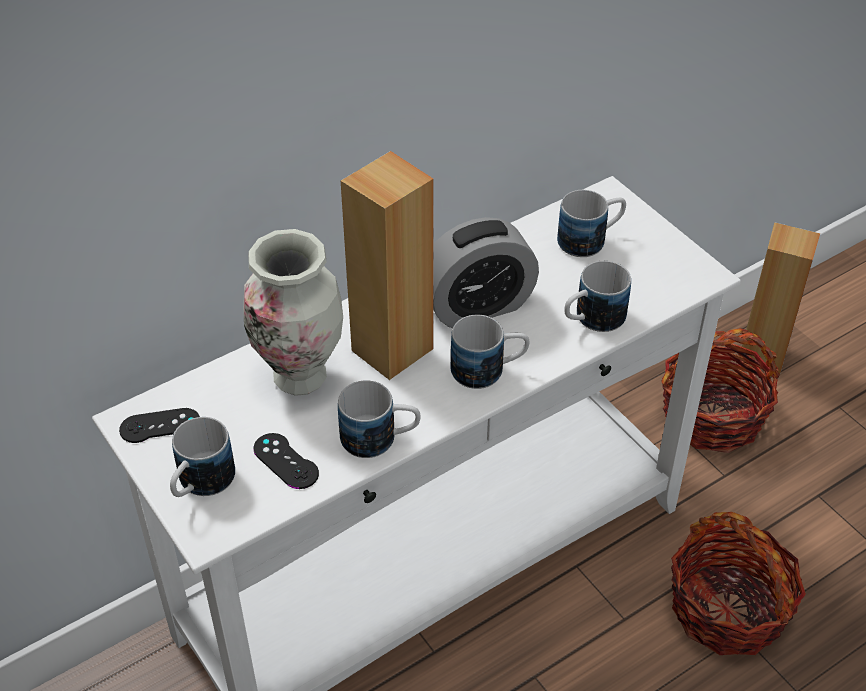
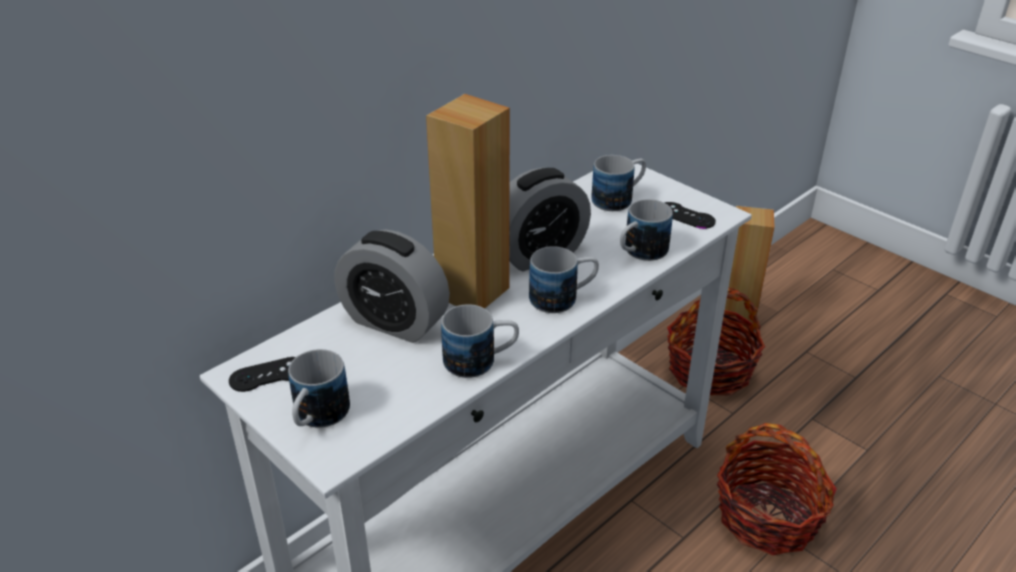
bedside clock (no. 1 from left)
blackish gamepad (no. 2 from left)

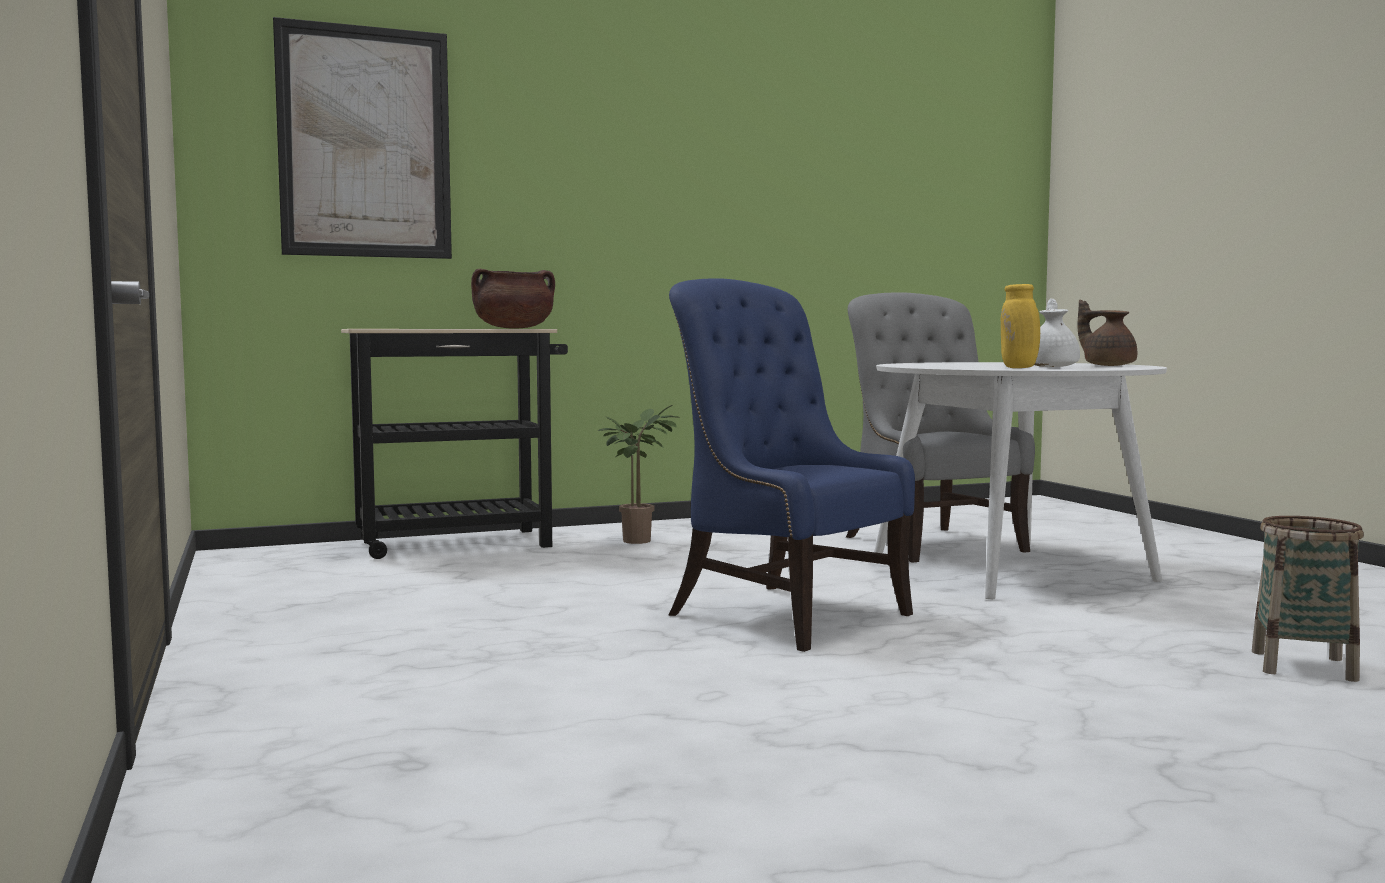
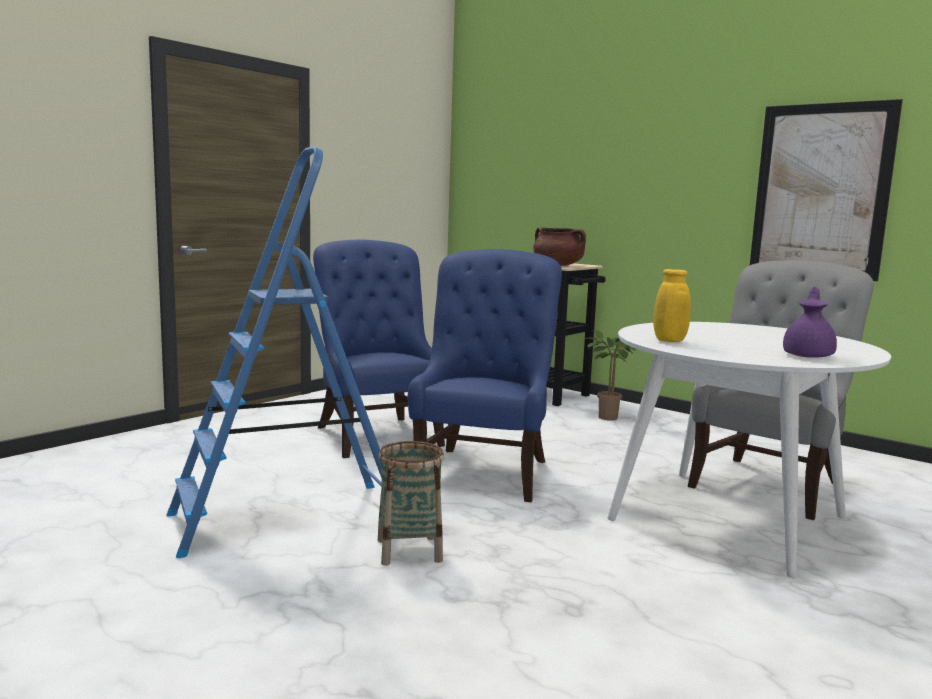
wall picture
white-coloured teapot
purple-coloured teapot
storage basket
bluish stepladder
bluish plain chair (no. 1 from left)

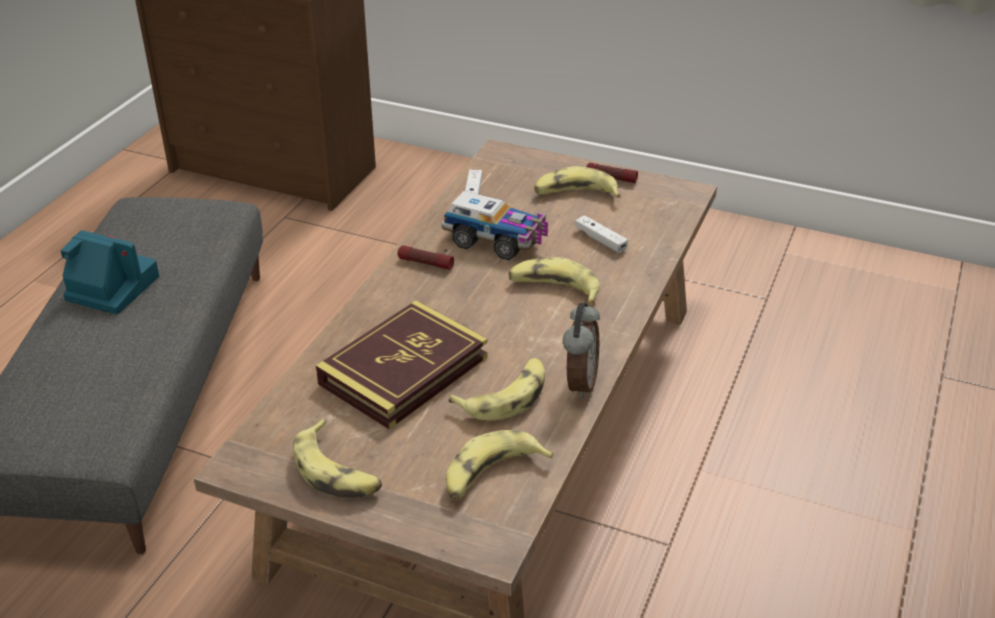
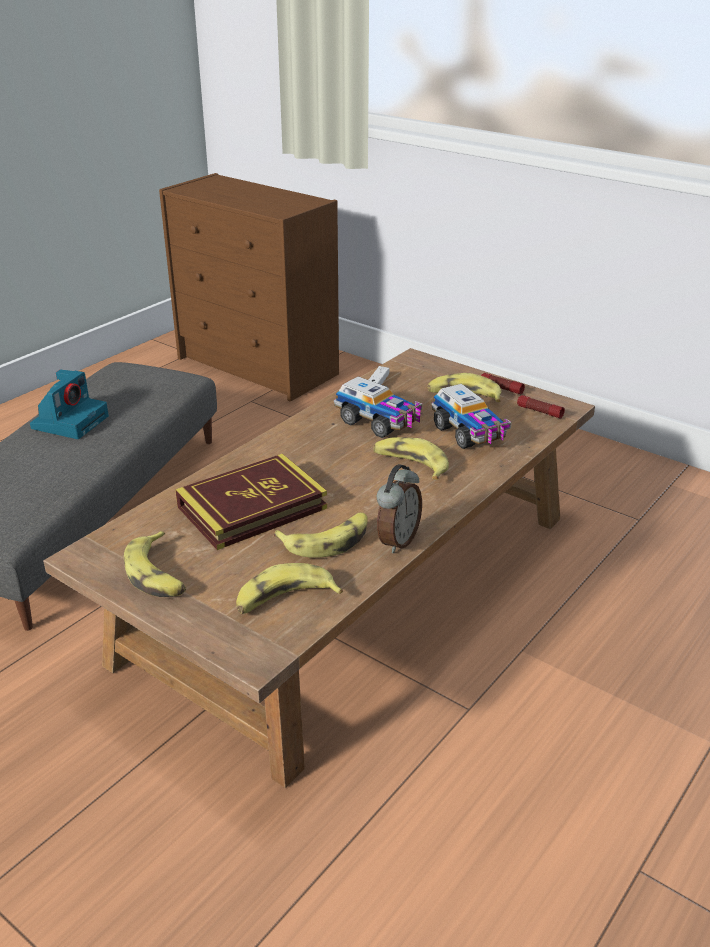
photo camera
hand torch (no. 2 from left)
toy lorry (no. 2 from left)

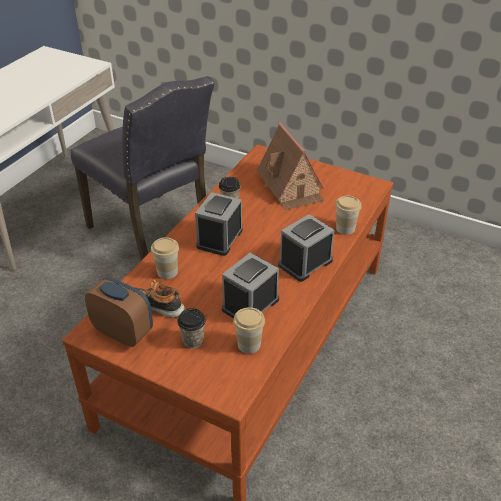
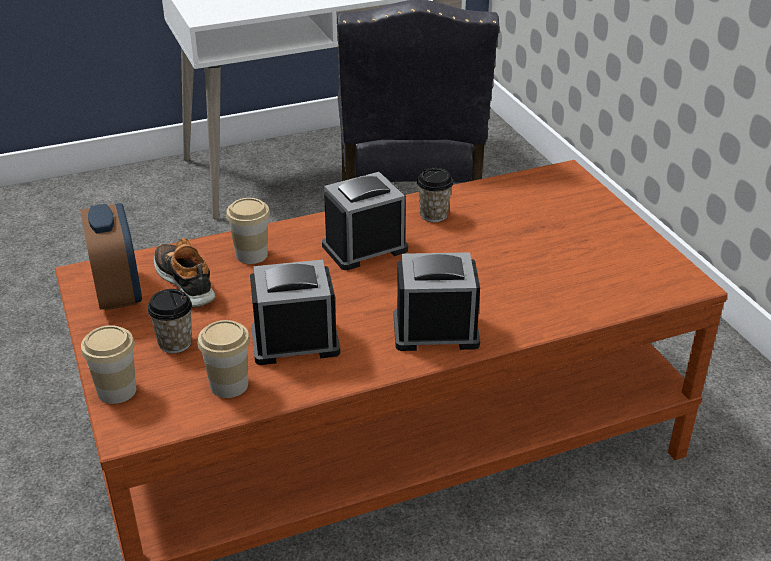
toy house
cup (no. 1 from left)

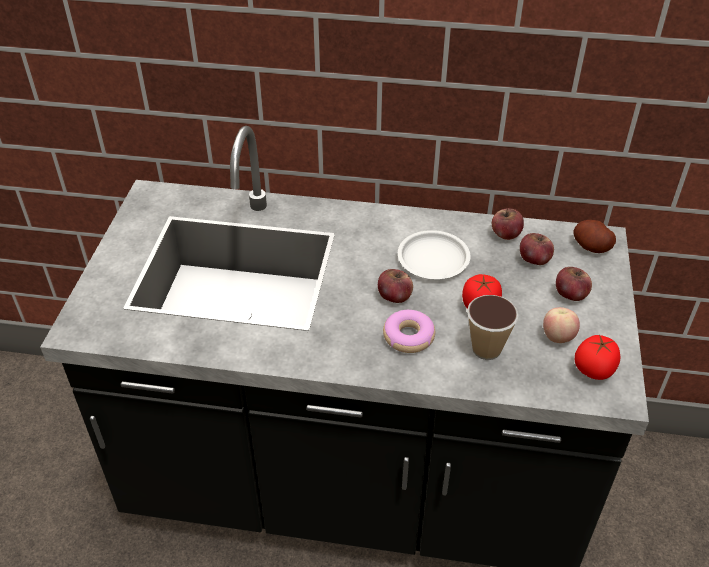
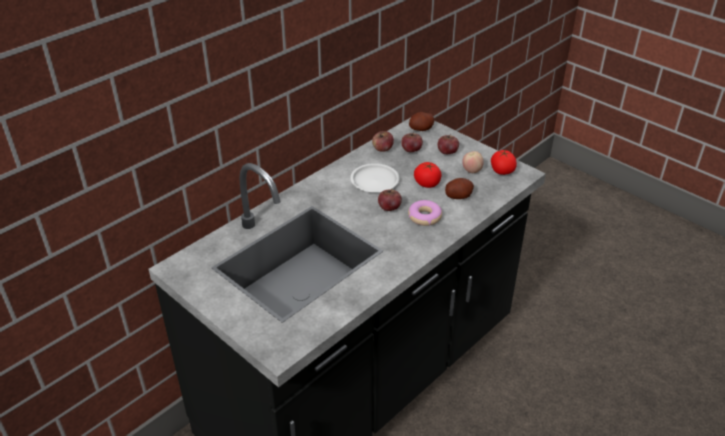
whole potato (no. 2 from left)

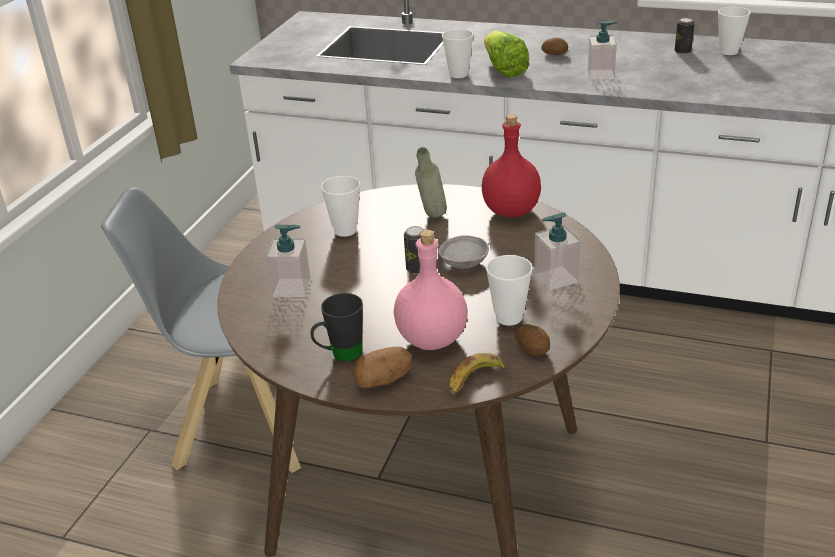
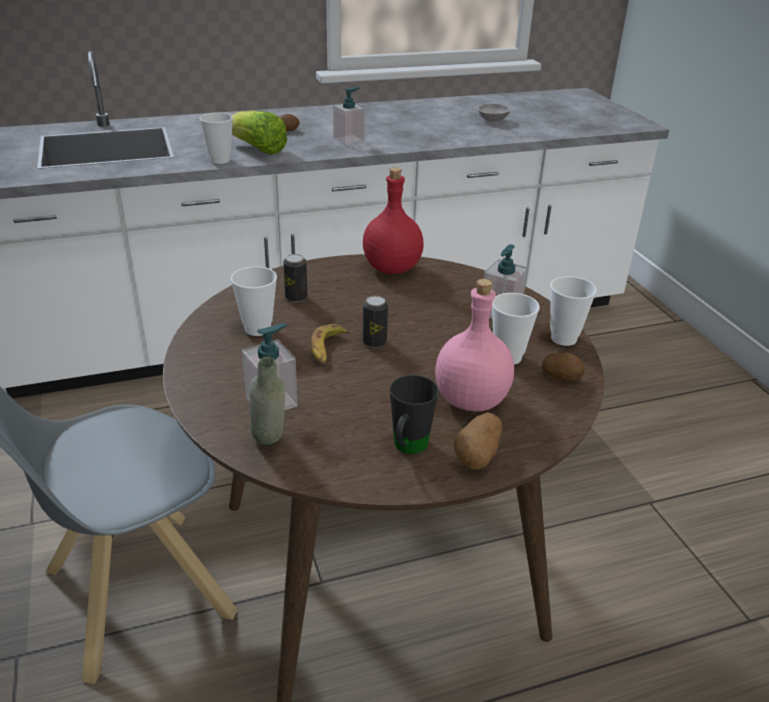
gray drink bottle
gray serving bowl
banana fruit
metal can (no. 1 from left)
cup (no. 4 from left)

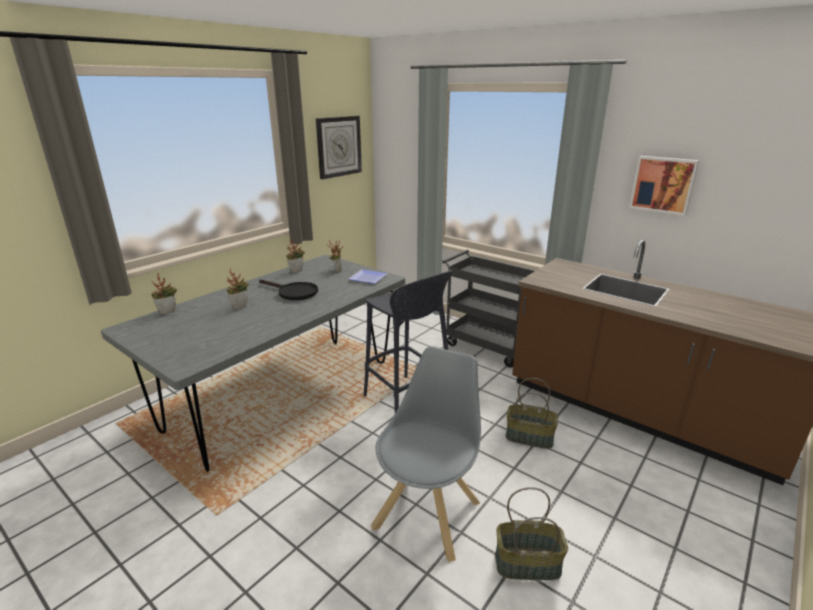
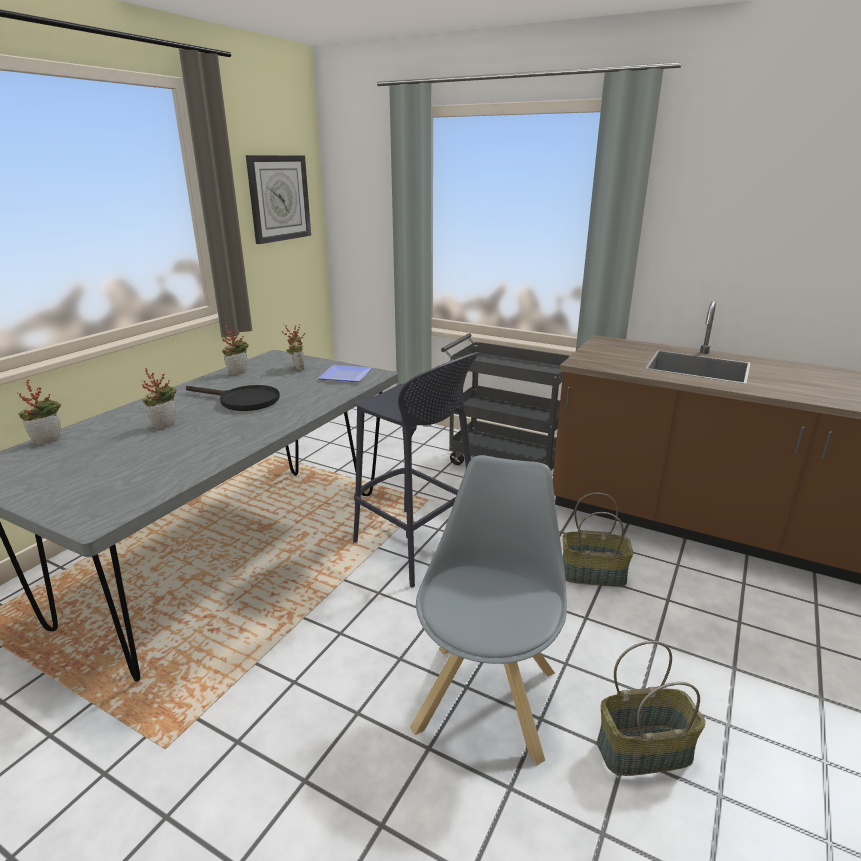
wall picture

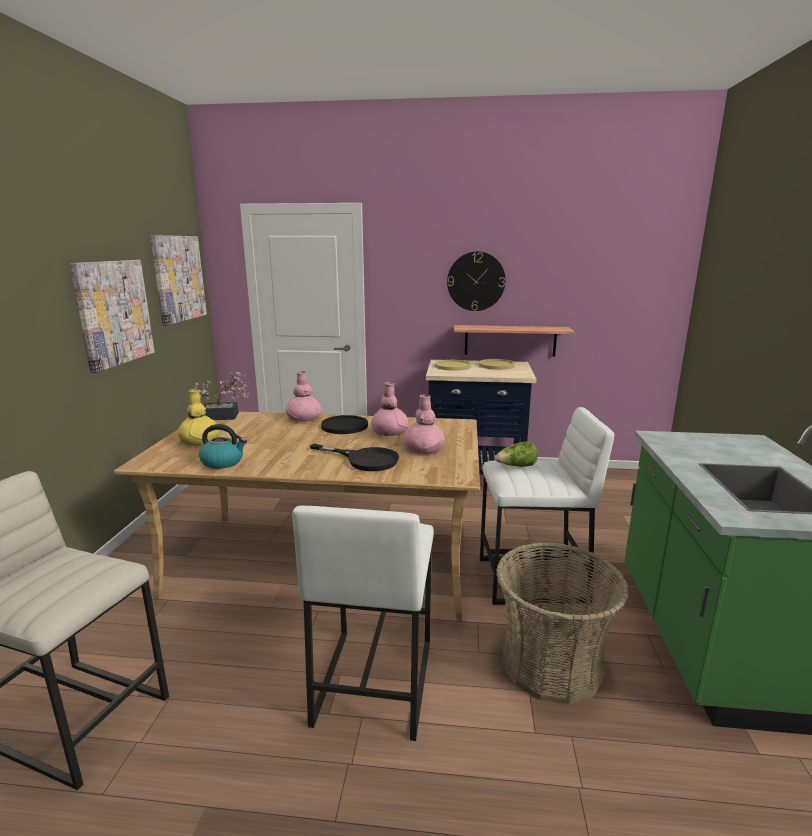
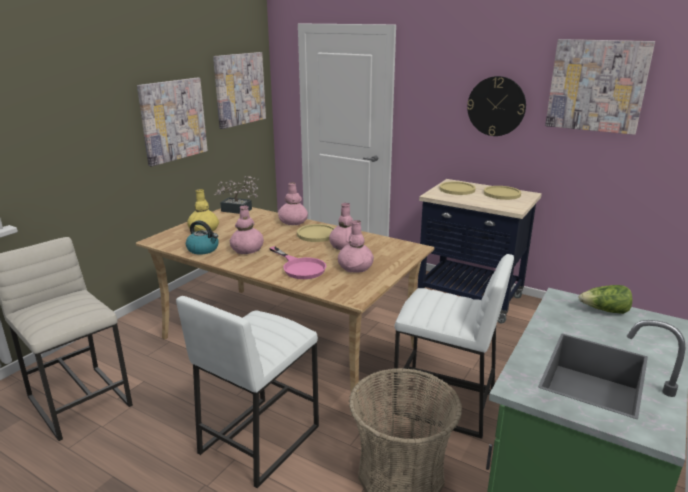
pinkish frying pan
yellow-coloured plate (no. 1 from left)
shelf
lettuce head
pinkish decorative vase (no. 1 from left)
wall picture (no. 3 from left)

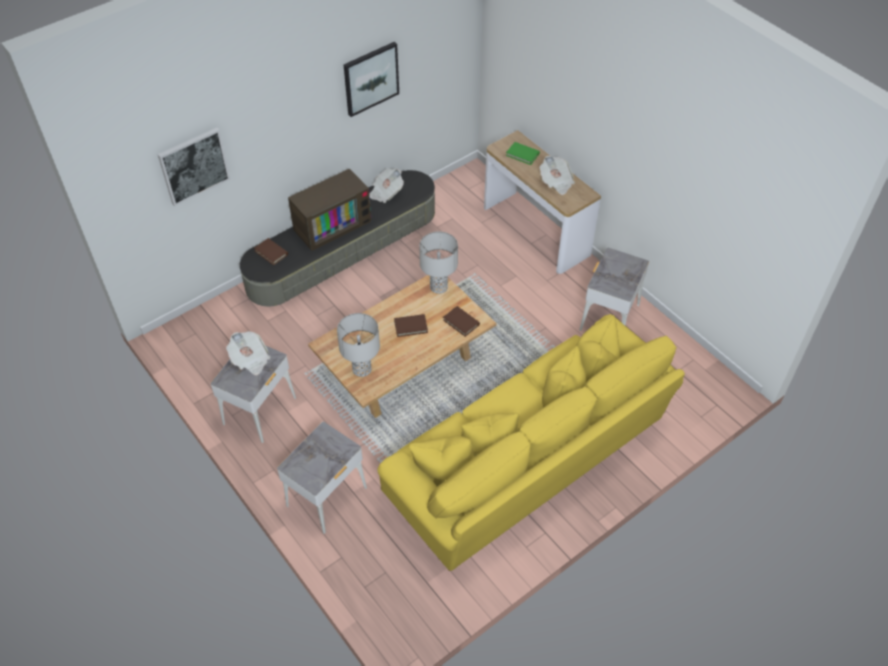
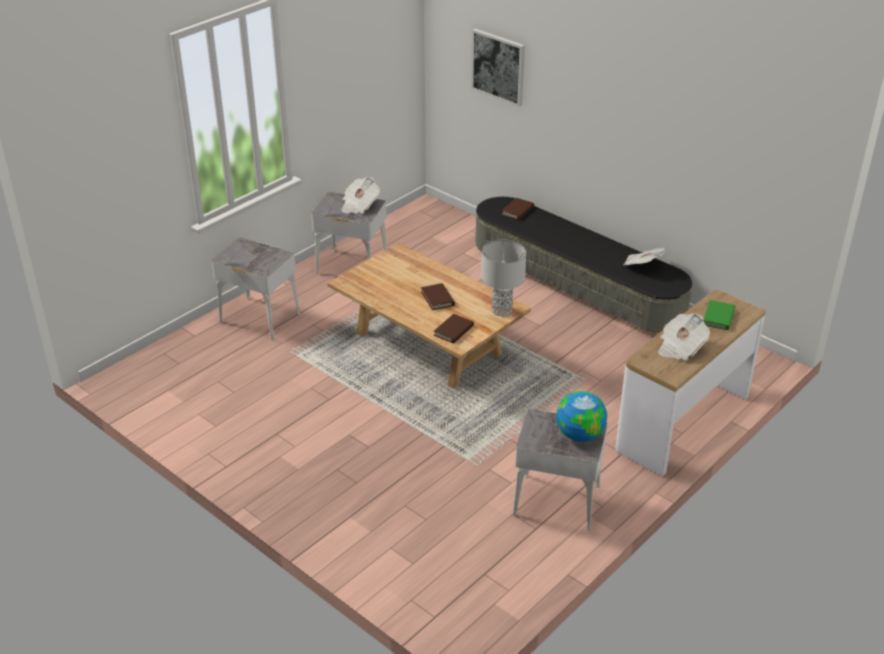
TV
white-coloured tabletop lamp (no. 1 from left in the first image)
wall picture (no. 2 from left in the first image)
yellow-coloured sofa
globe

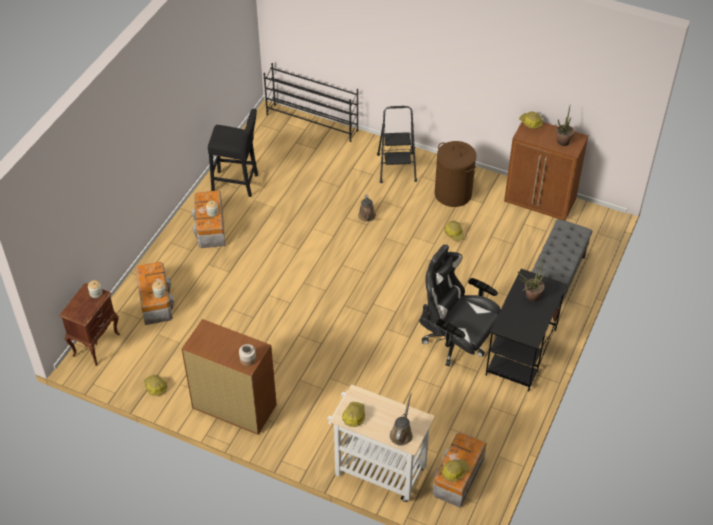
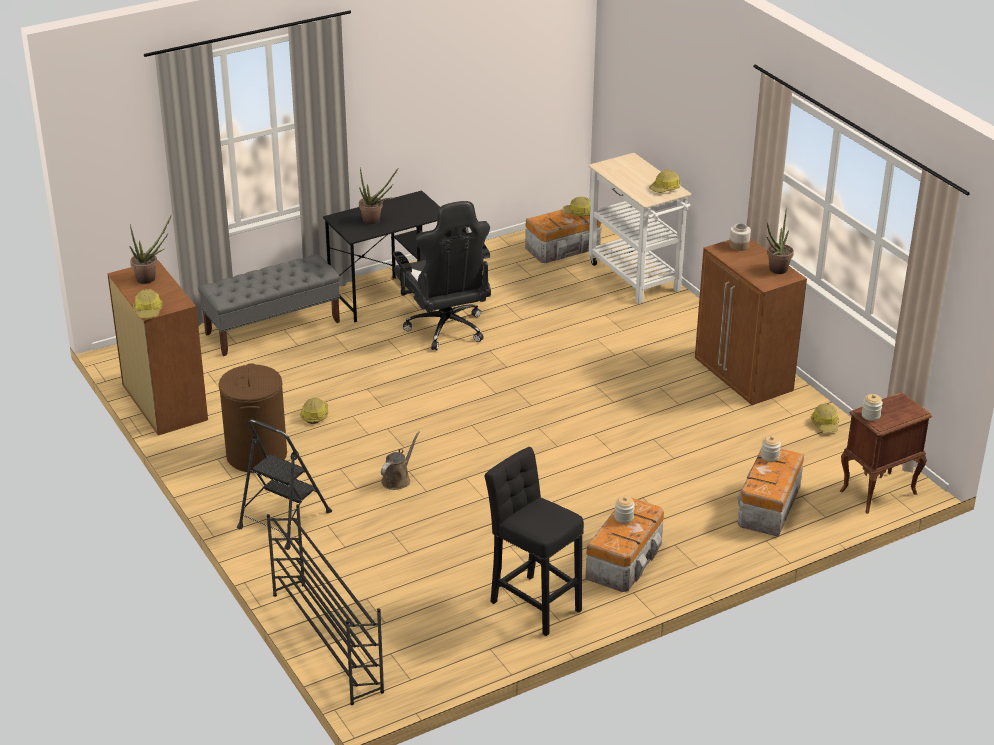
brownish sprinkling can (no. 2 from left in the first image)
houseplant (no. 3 from left)

